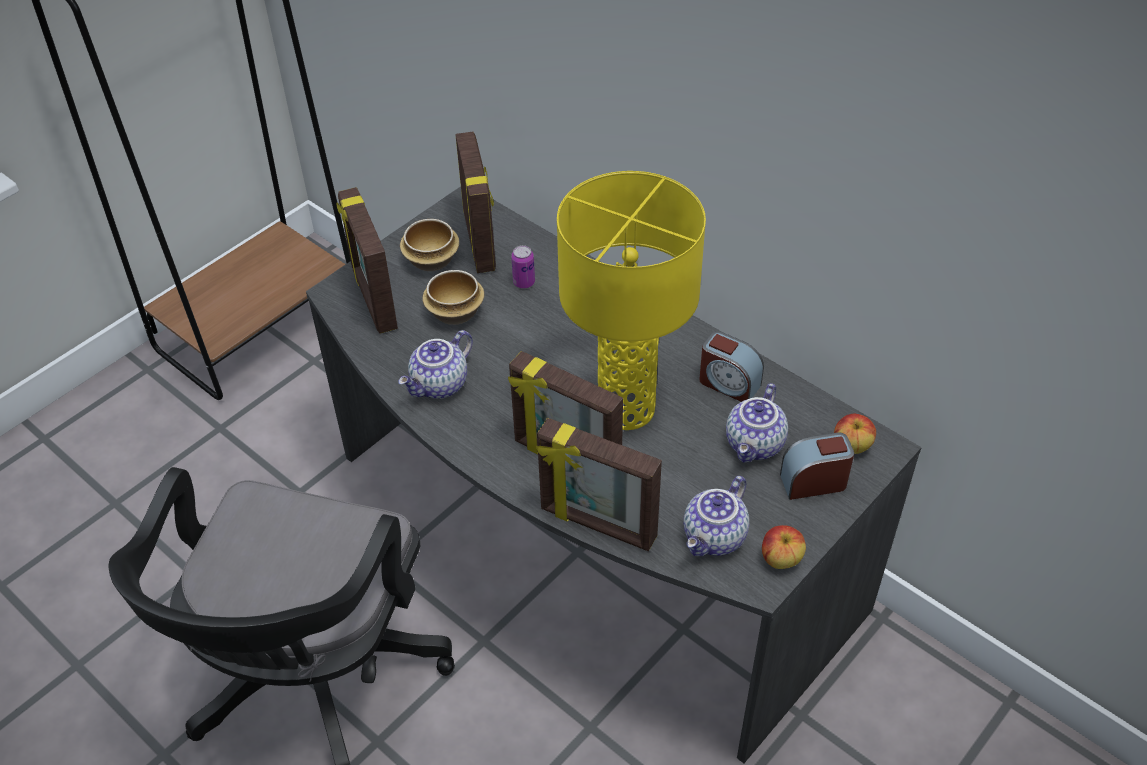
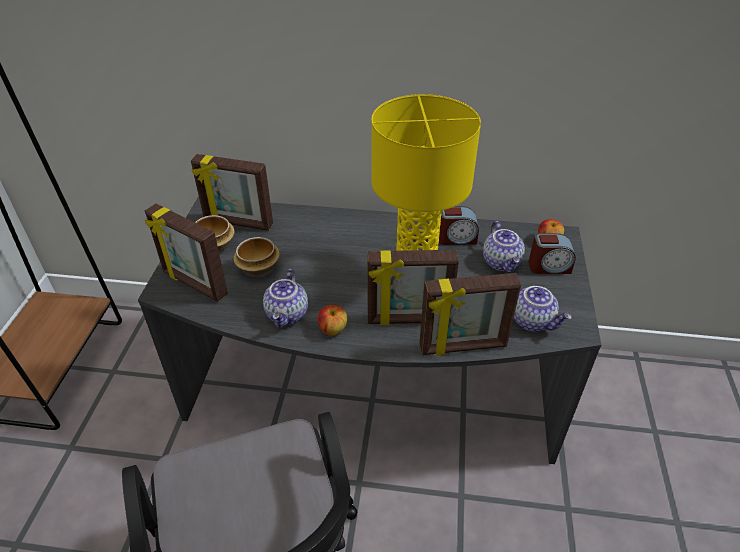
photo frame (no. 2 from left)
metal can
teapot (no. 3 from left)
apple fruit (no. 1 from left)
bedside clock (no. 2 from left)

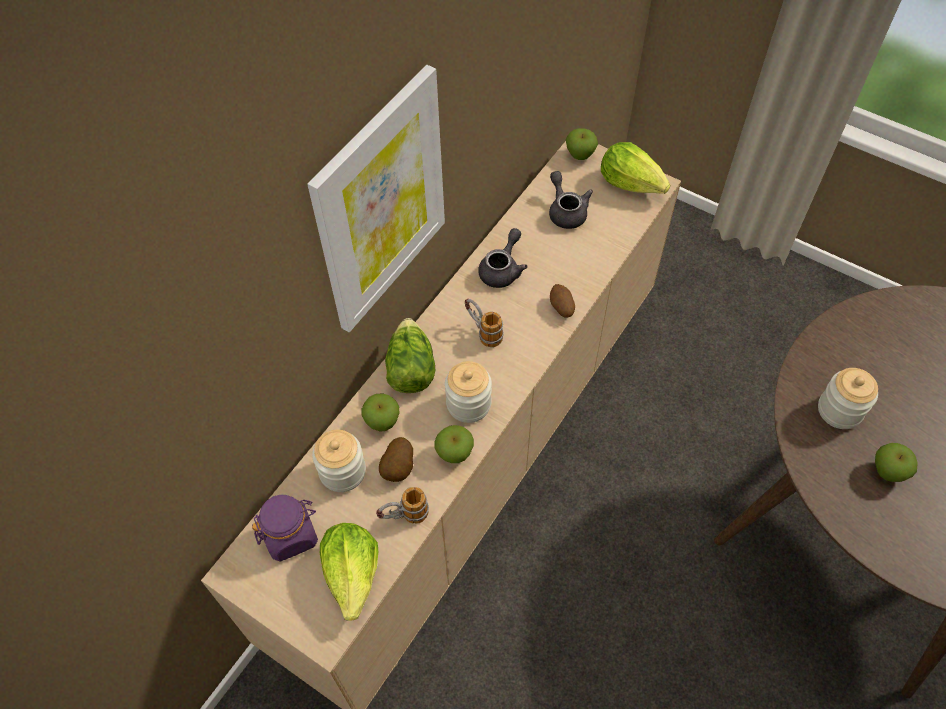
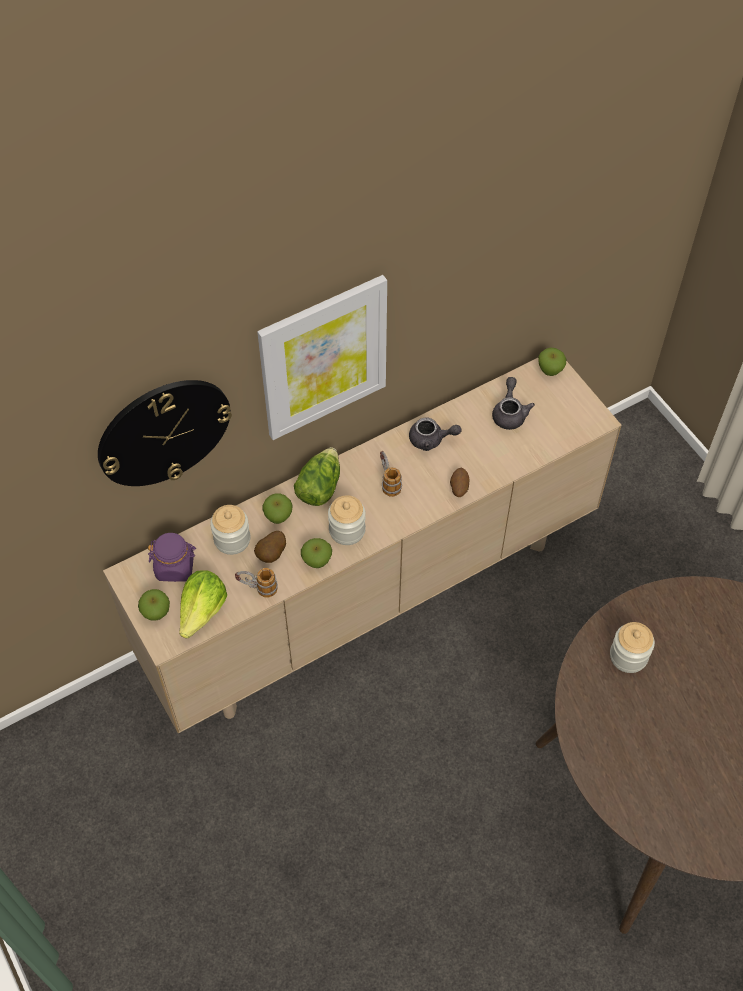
gray teapot (no. 1 from left)
lettuce head (no. 3 from left in the first image)
apple fruit (no. 1 from left)
clock on the wall

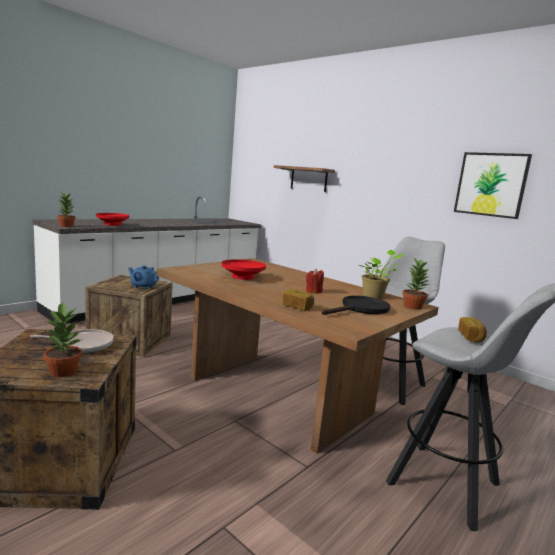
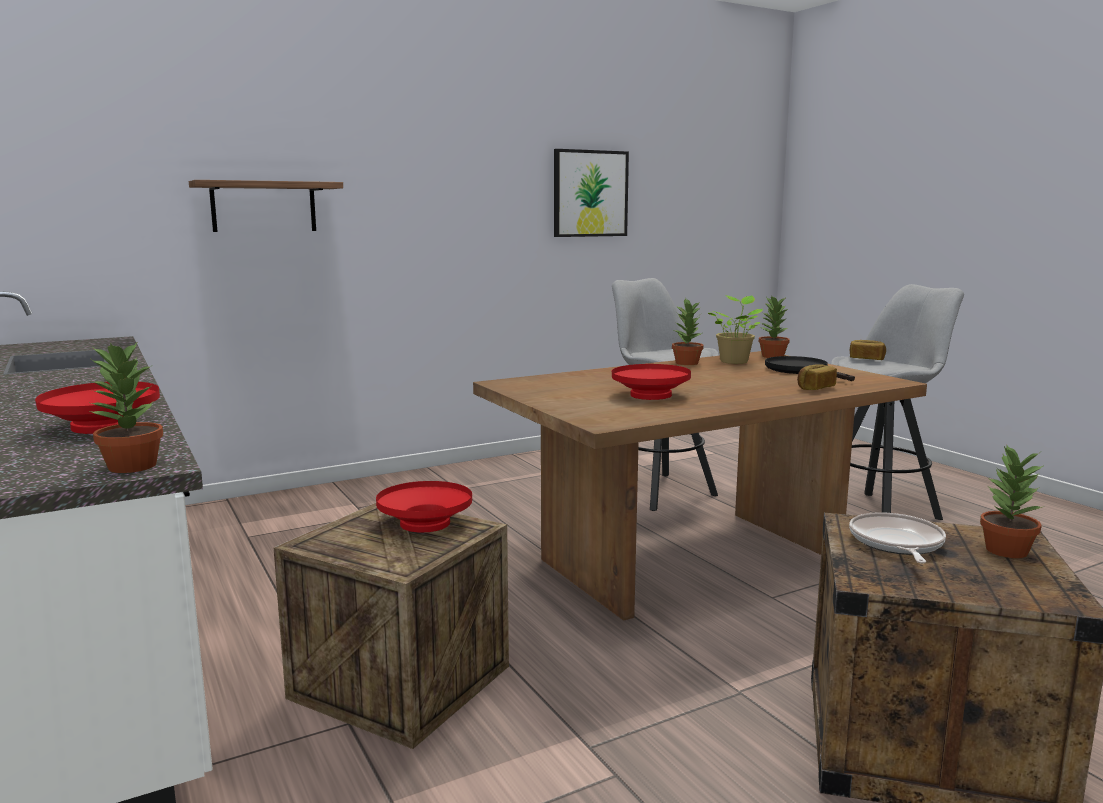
reddish serving bowl (no. 2 from left)
reddish wax light
houseplant (no. 2 from left)

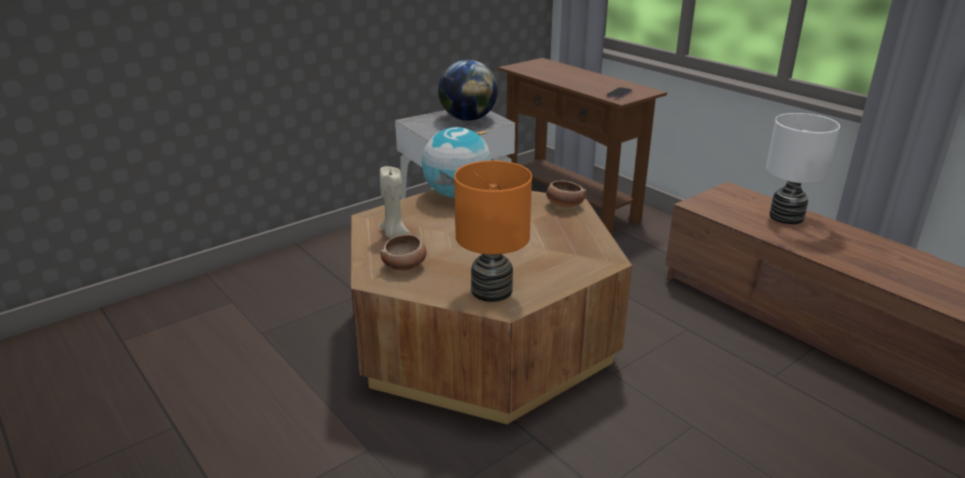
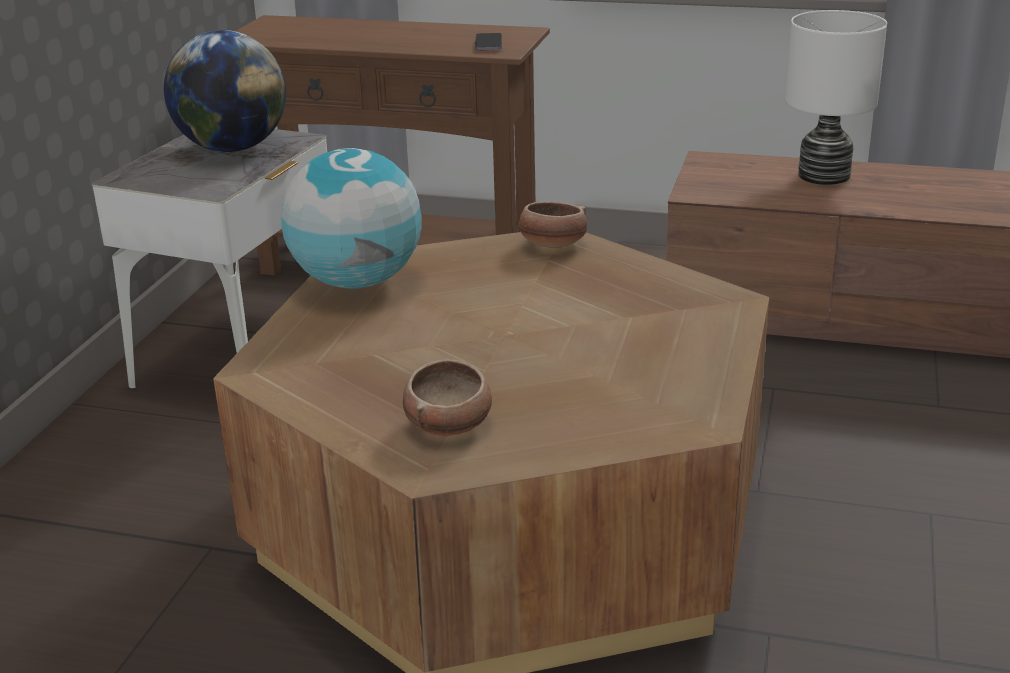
beige wax light
orangey tabletop lamp

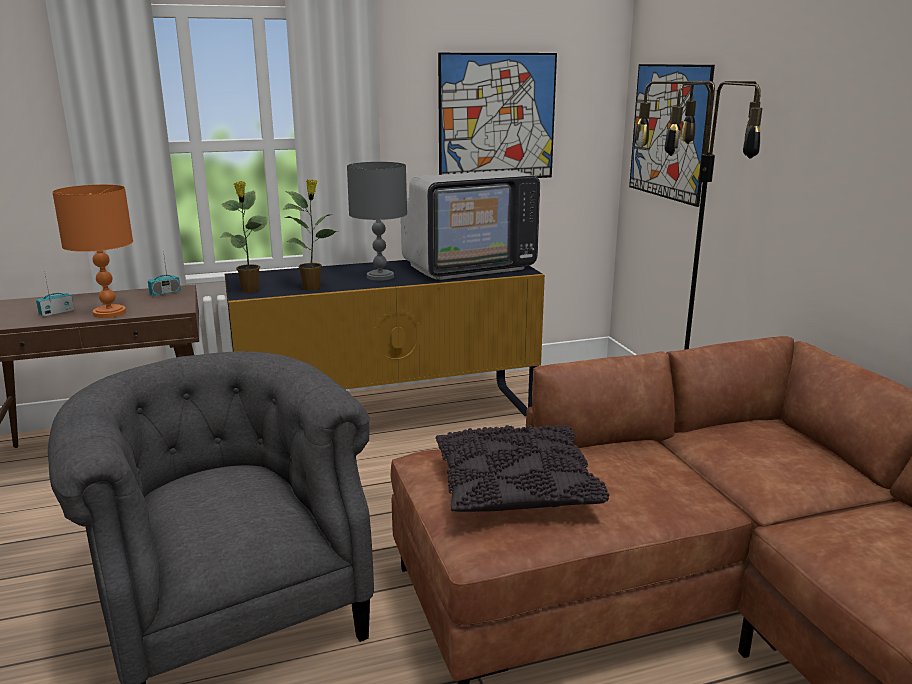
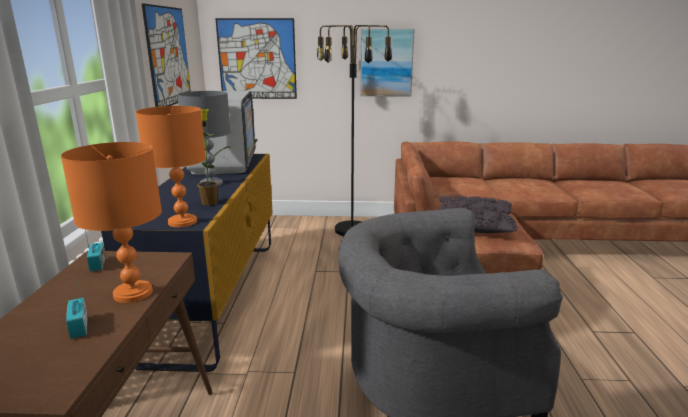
orangey tabletop lamp (no. 2 from left)
wall picture (no. 3 from left)

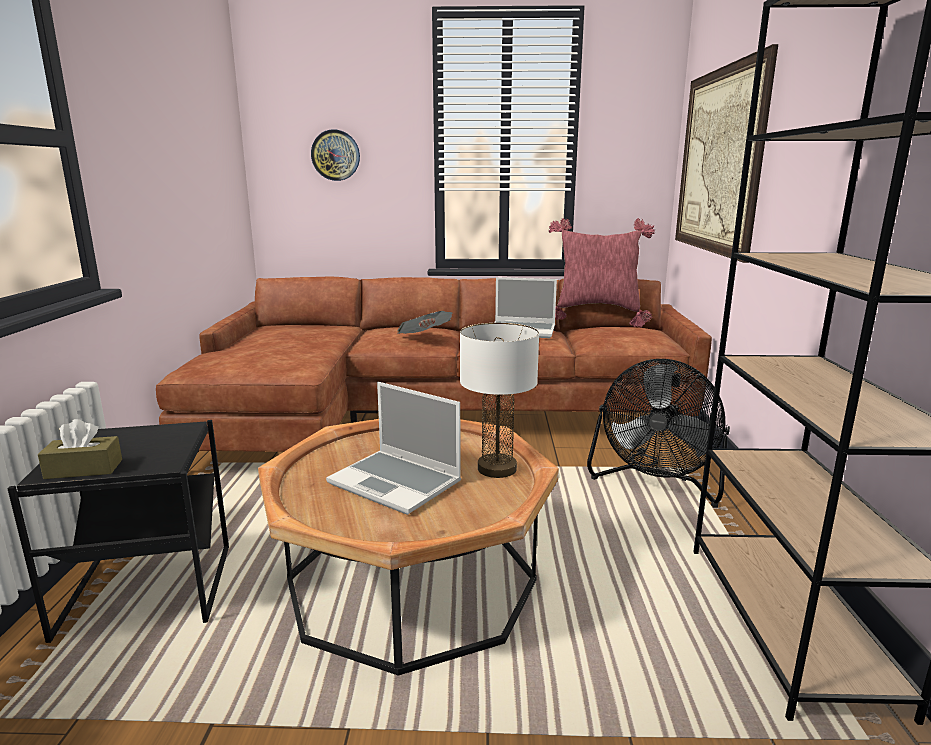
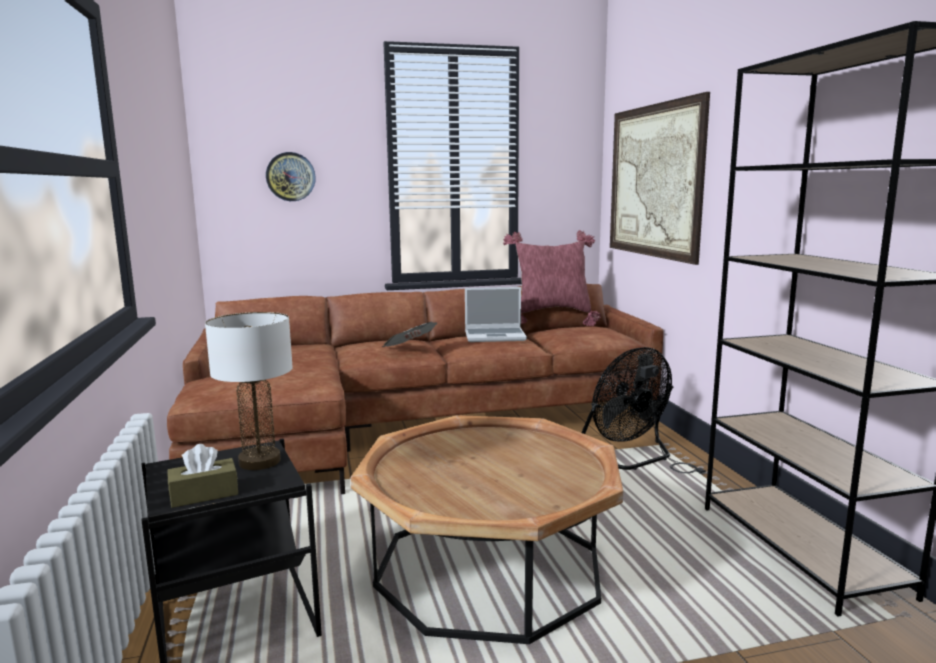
laptop (no. 1 from left in the first image)
tabletop lamp
blackish electric fan

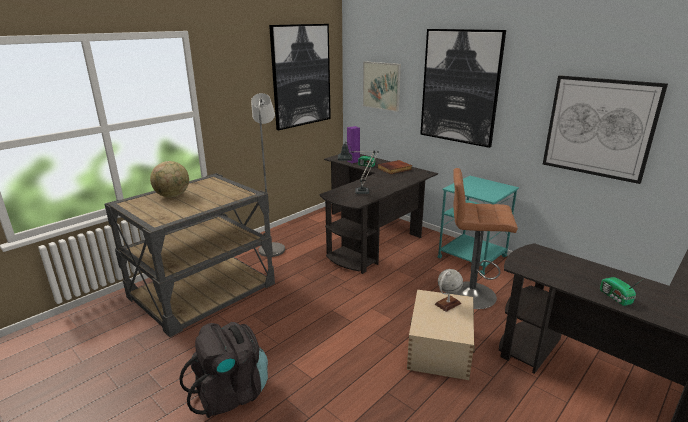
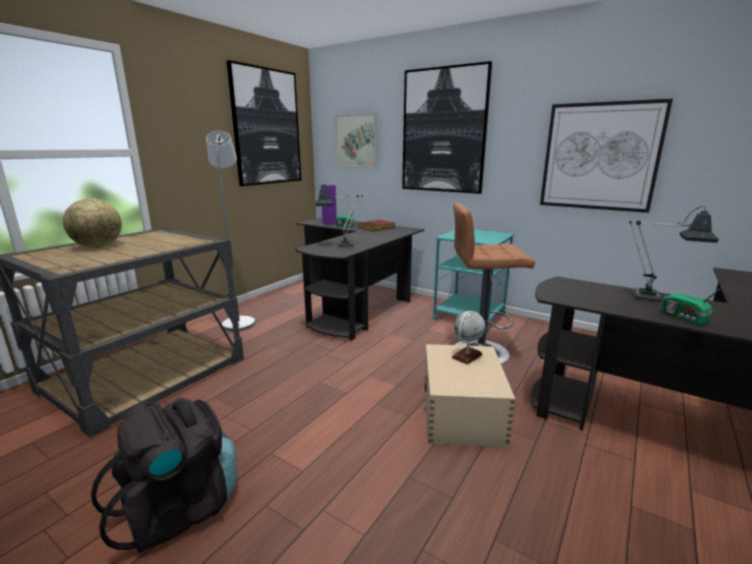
tabletop lamp (no. 2 from left)

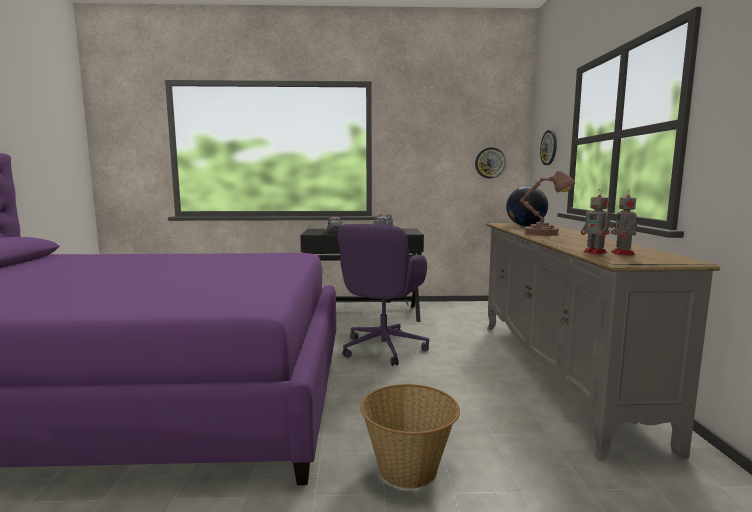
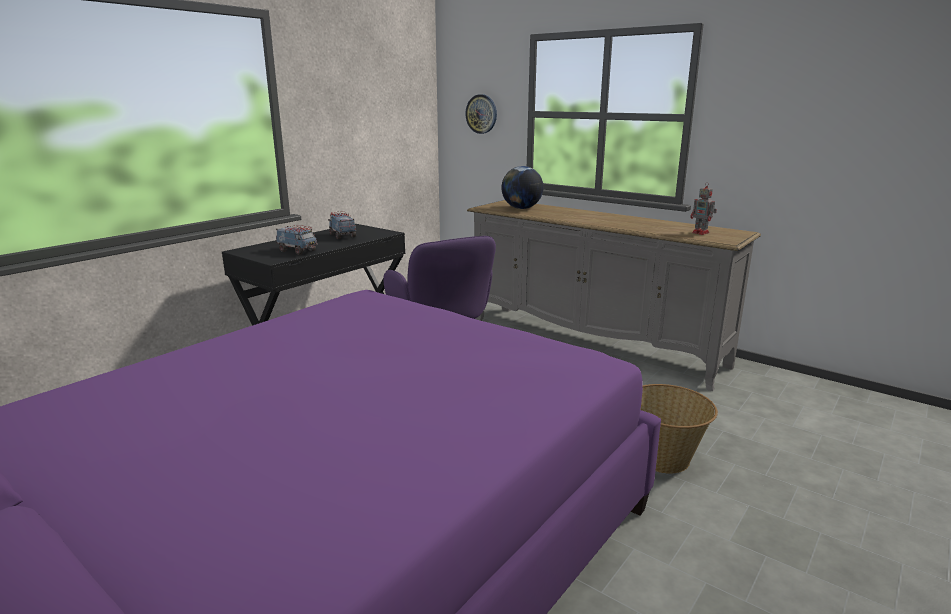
clock on the wall (no. 1 from left in the first image)
brownish tabletop lamp
toy robot (no. 1 from left in the first image)

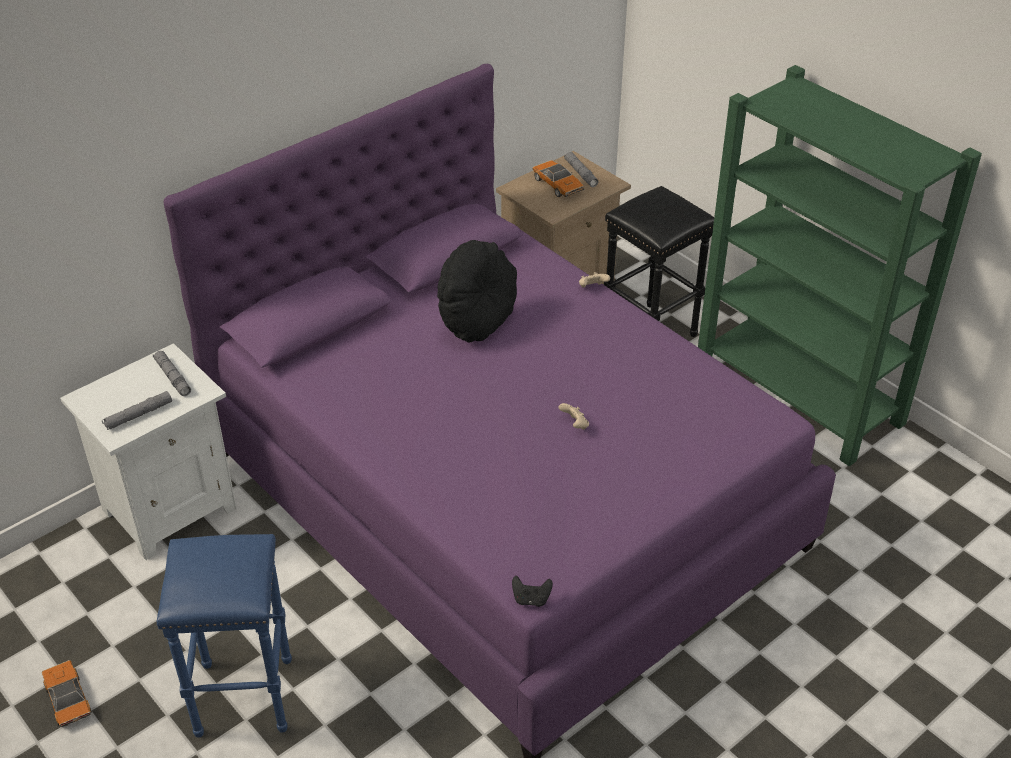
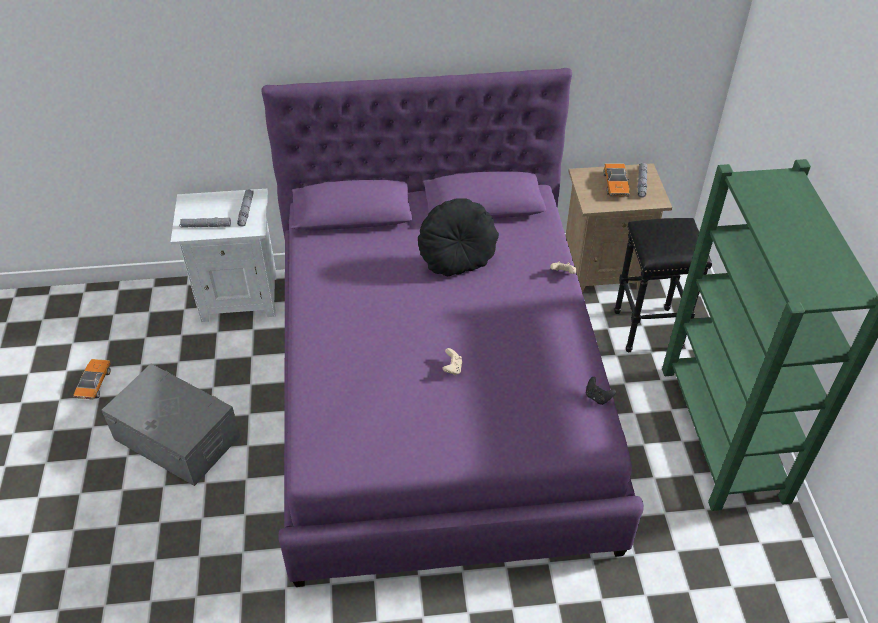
gray storage bin
blackish gamepad

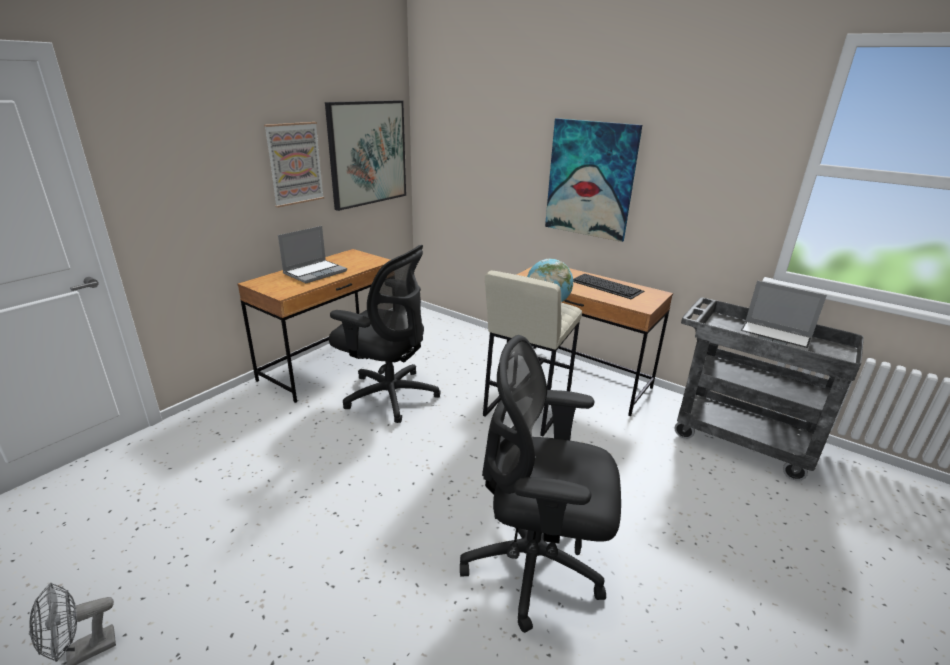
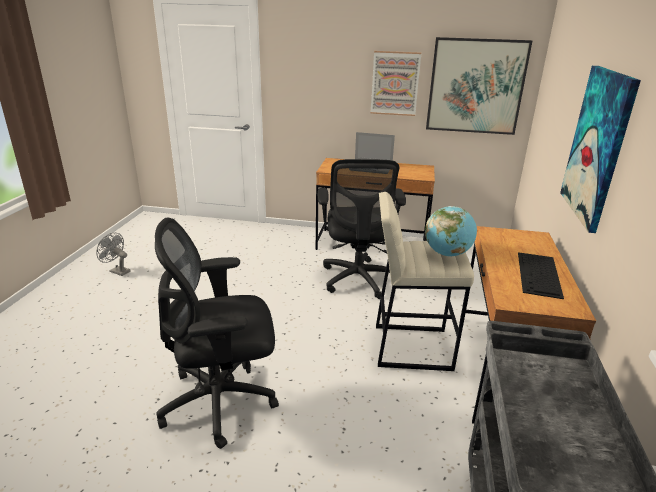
blackish office chair (no. 1 from left)
laptop (no. 2 from left in the first image)

